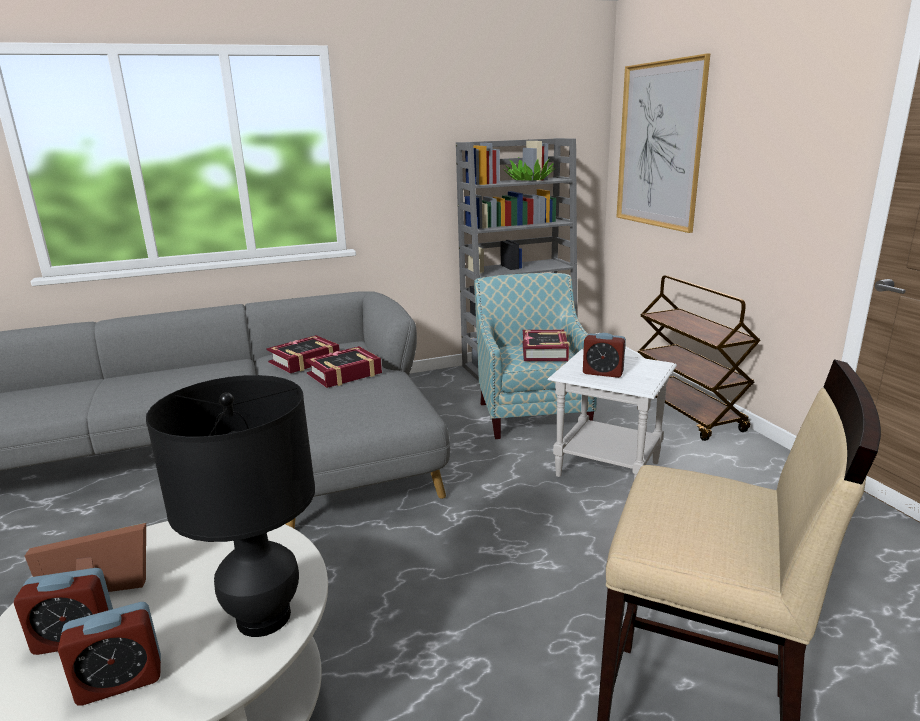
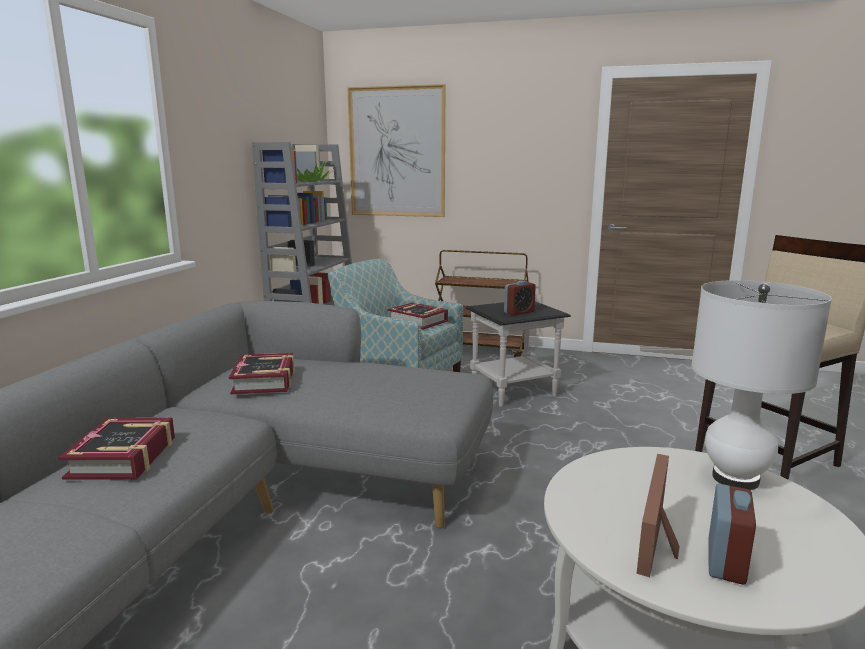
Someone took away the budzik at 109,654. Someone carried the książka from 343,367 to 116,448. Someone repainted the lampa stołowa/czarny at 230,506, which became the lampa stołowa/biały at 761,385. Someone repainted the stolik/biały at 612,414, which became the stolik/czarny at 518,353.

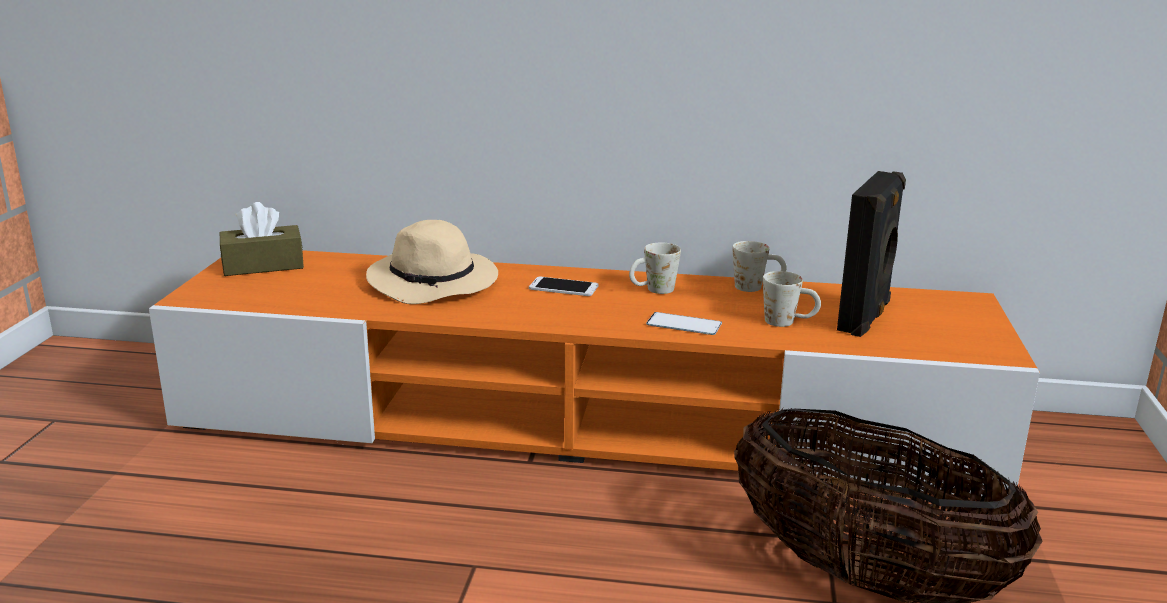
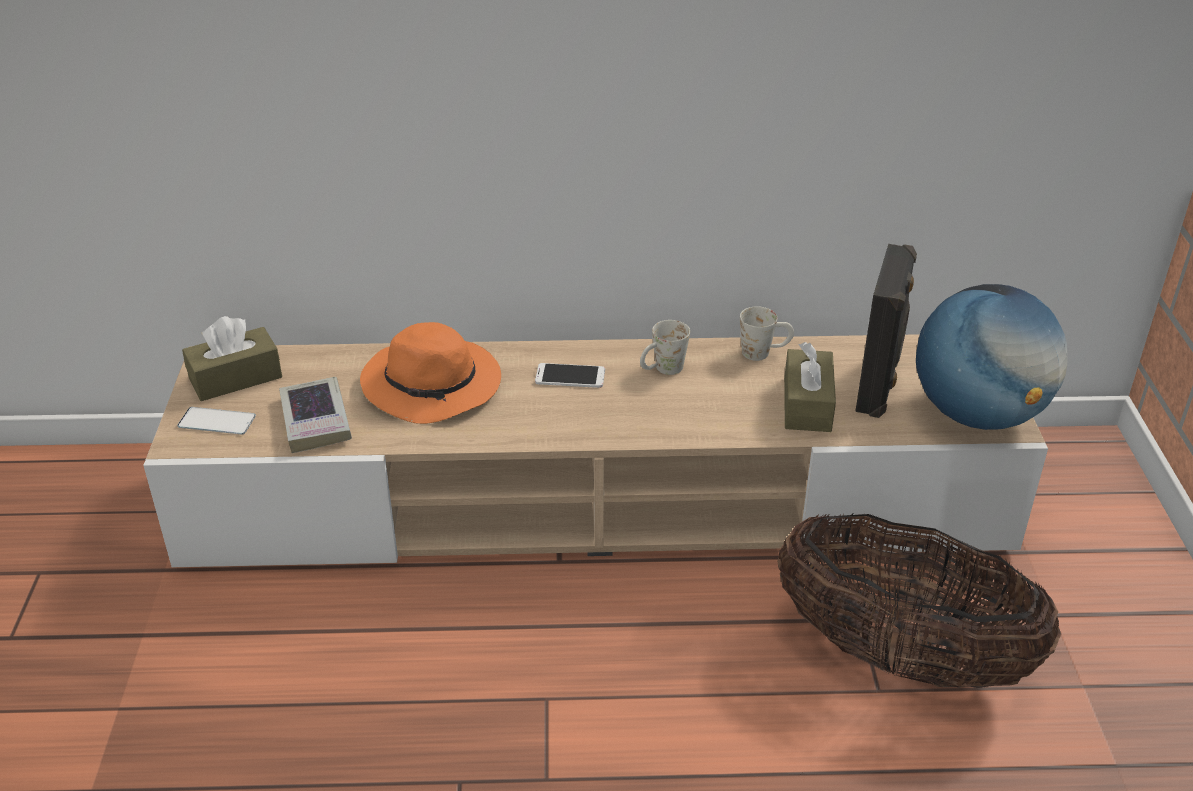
Someone put down the książka at 315,415. Someone put down the globus at 991,357. Someone carried the telefon from 684,323 to 216,421. Someone swapped the kubek/biały at 792,299 for the pudełko chusteczek/brązowy at 810,387. Someone repainted the szafka pod telewizor/pomarańczowy at 594,373, which became the szafka pod telewizor/beżowy at 595,450. Someone repainted the kapelusz/beżowy at 432,262, which became the kapelusz/pomarańczowy at 430,373.

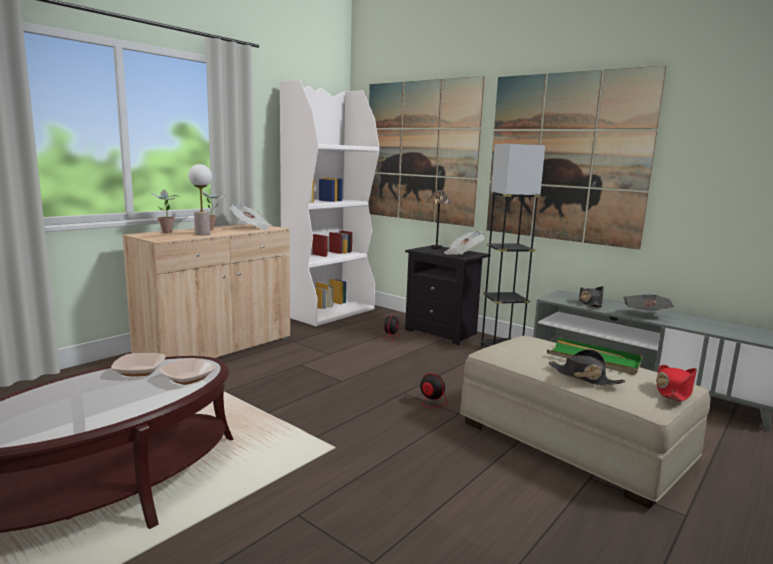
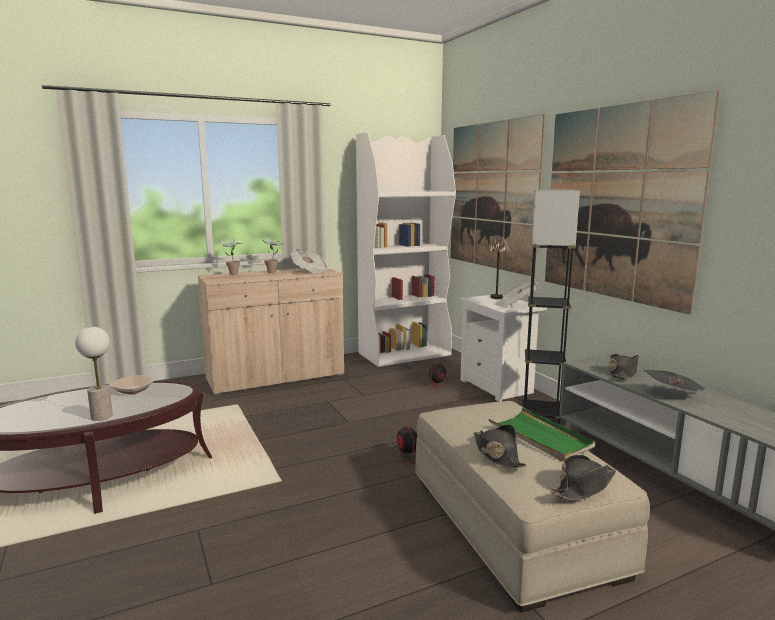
Someone took away the miska at 187,371. Someone carried the lampa stołowa from 200,199 to 94,374. Someone repainted the szafka nocna/czarny at 448,295, which became the szafka nocna/biały at 503,348. Someone repainted the kapelusz/czerwony at 676,383, which became the kapelusz/czarny at 583,477.

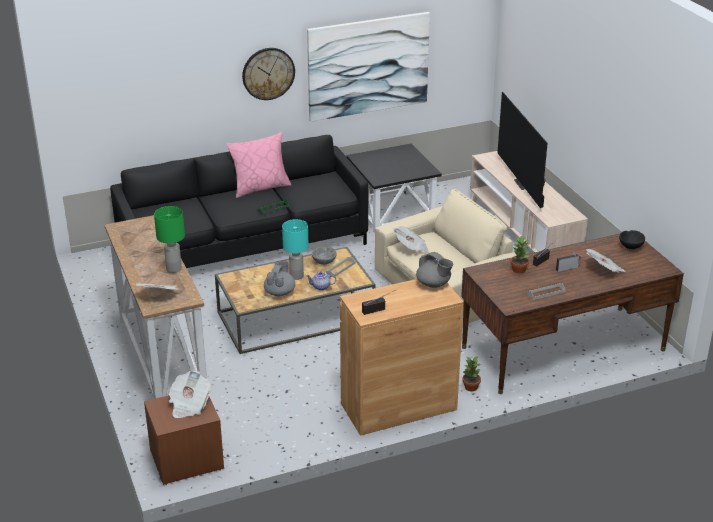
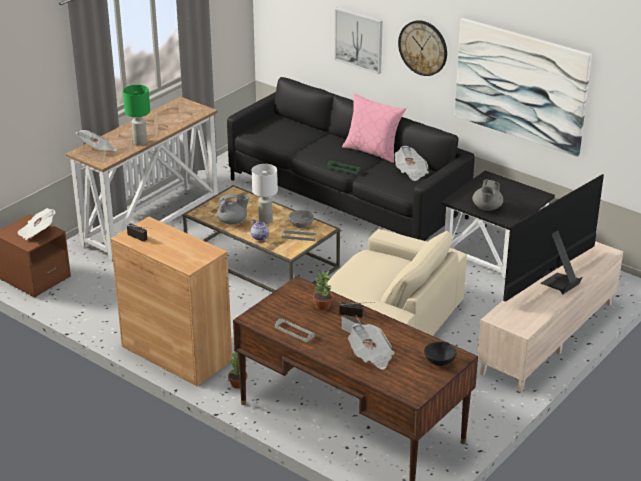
Someone put up the obraz at 359,40. Someone carried the gazeta from 411,240 to 411,163. Someone carried the imbryk/szary from 434,270 to 487,195. Someone repainted the lampa stołowa/turkusowy at 295,249, which became the lampa stołowa/biały at 265,194.

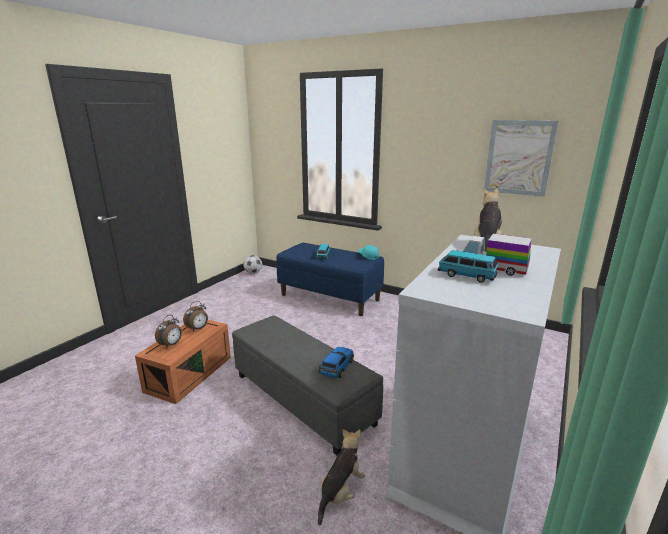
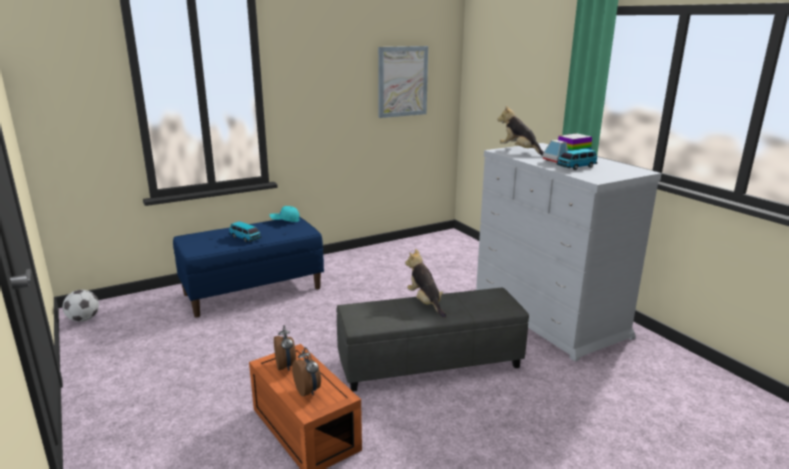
Someone took away the samochodzik at 336,362. Someone carried the pluszak from 341,477 to 425,283.

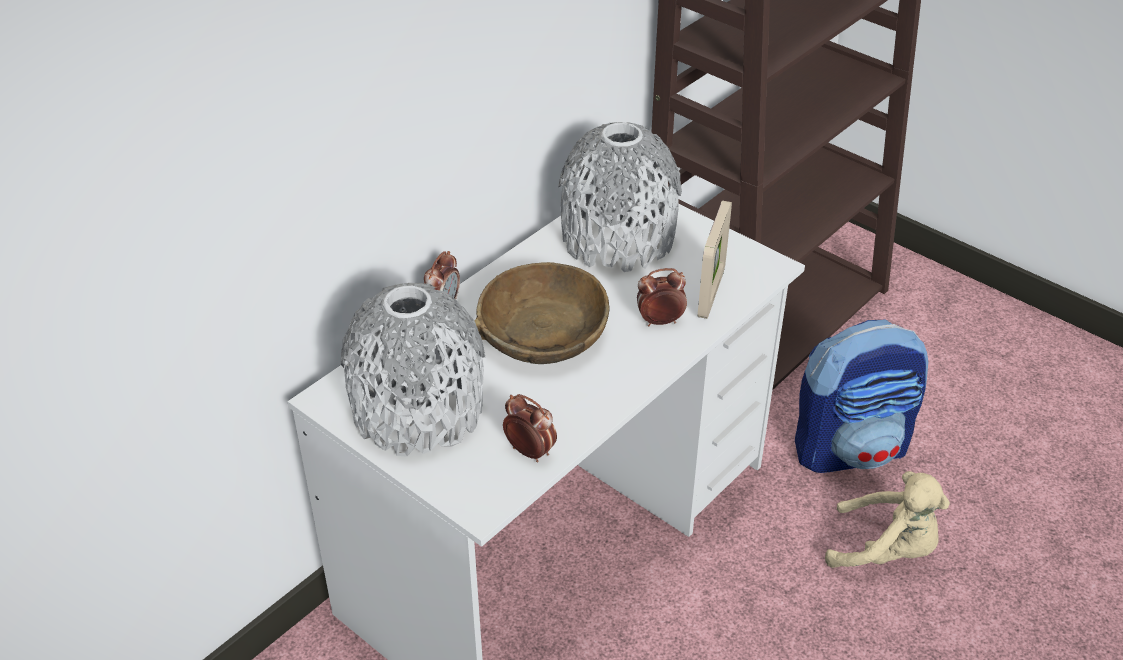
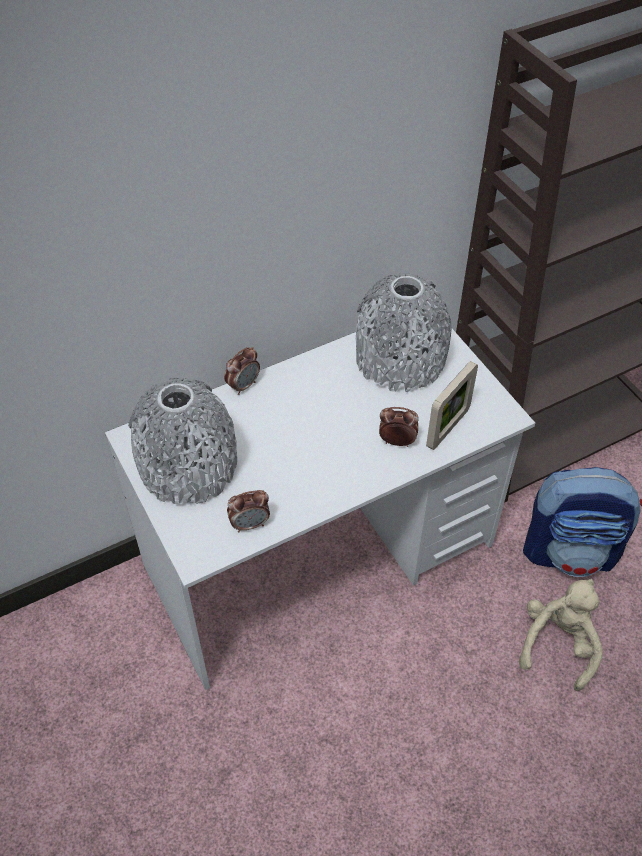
Someone took away the miska/brązowy at 542,313. Someone rotated the budzik at 530,428 by 105 degrees clockwise. Someone rotated the pluszak/beżowy at 887,519 by 105 degrees counterclockwise.

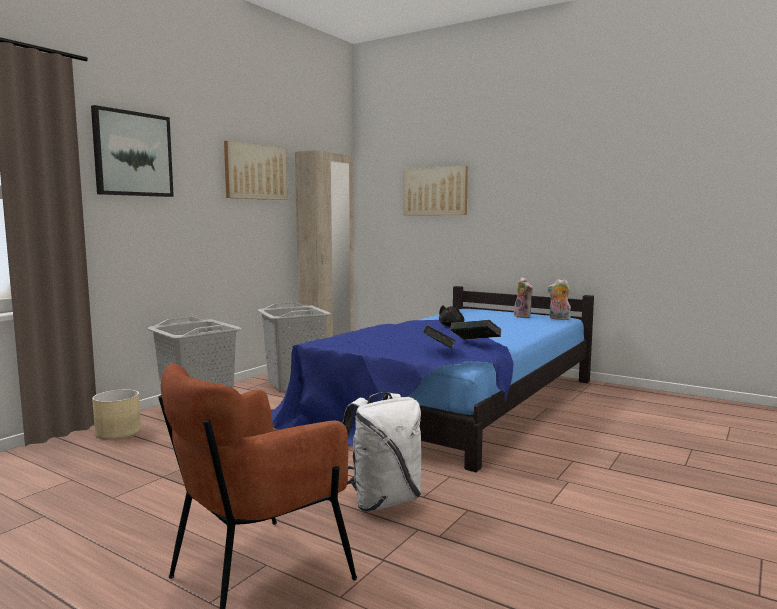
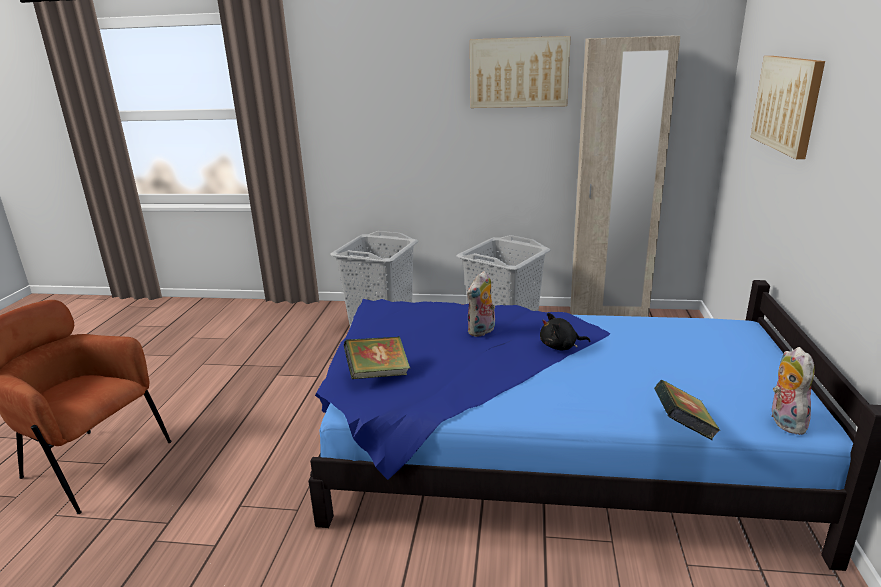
Someone took away the obraz at 132,151. Someone took away the donica/beżowy at 116,414. Someone took away the plecak/biały at 382,452. Someone carried the książka from 476,330 to 687,410. Someone carried the pluszak from 523,297 to 481,304.

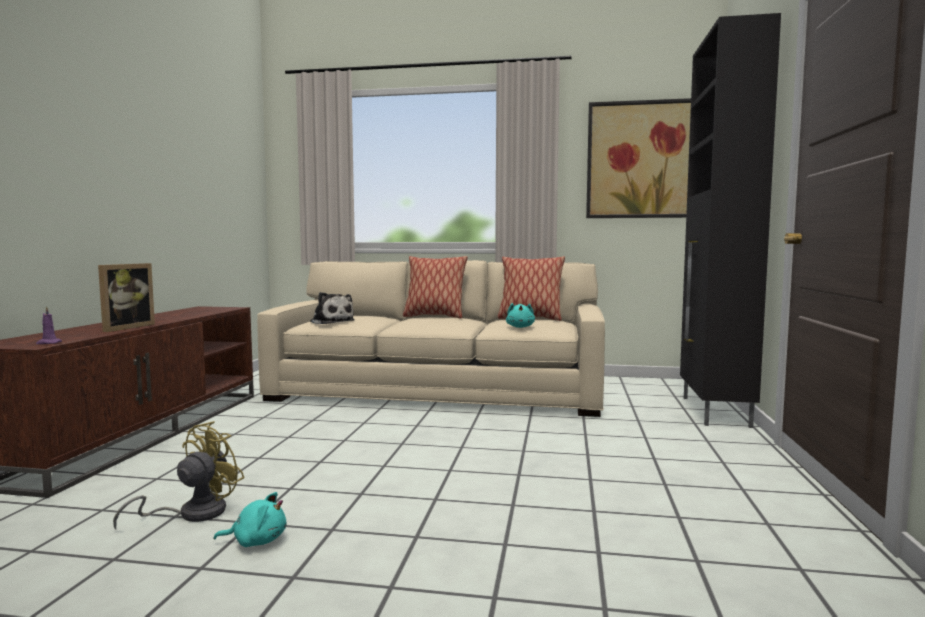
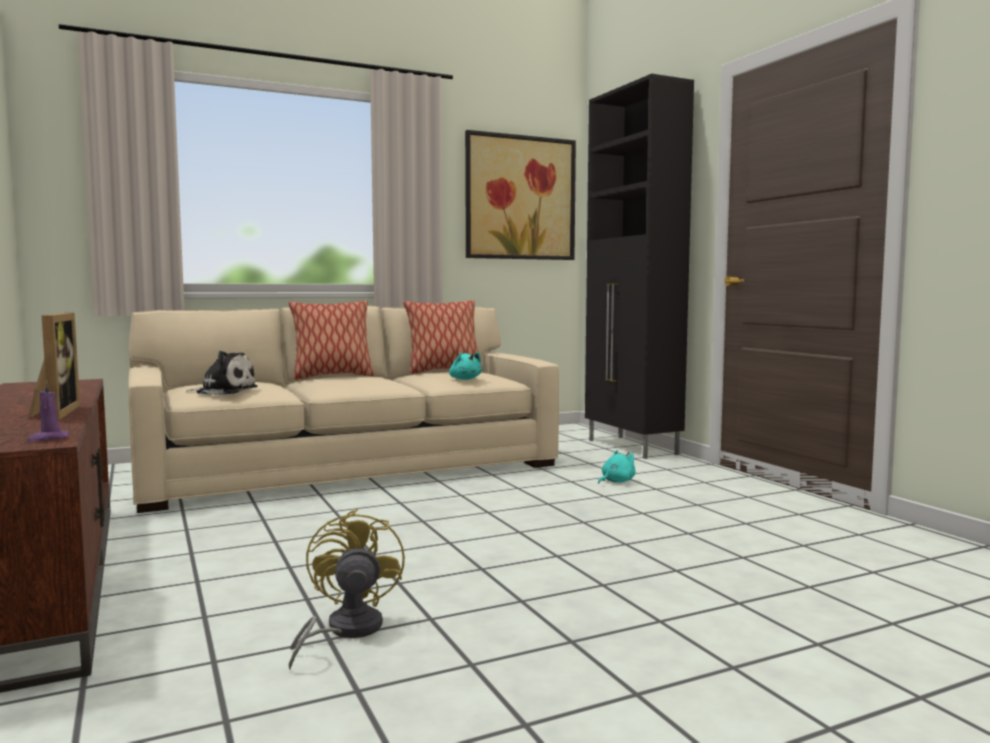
Someone carried the pluszak/turkusowy from 249,519 to 617,467.

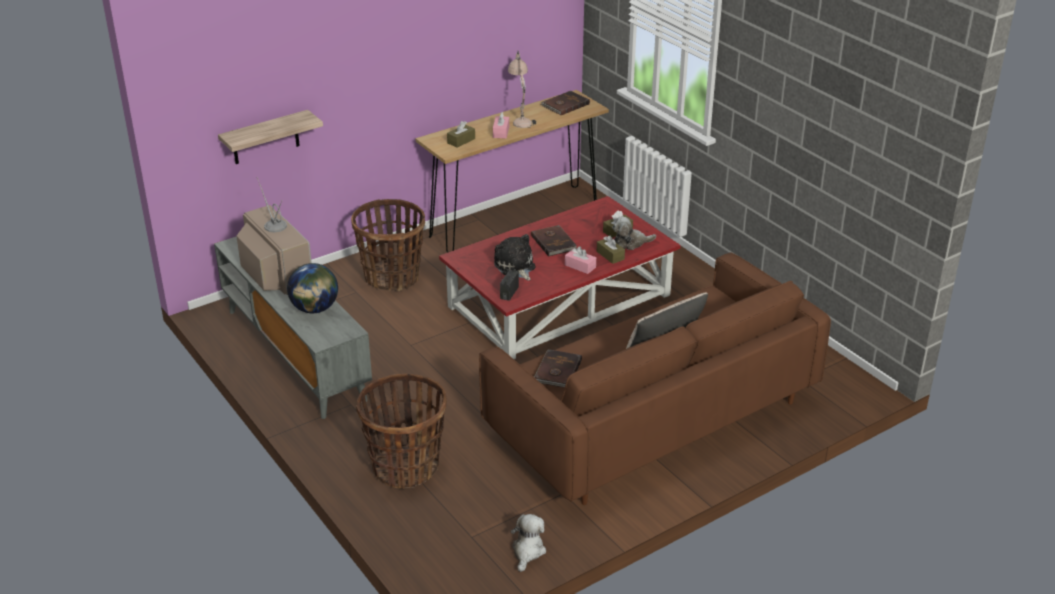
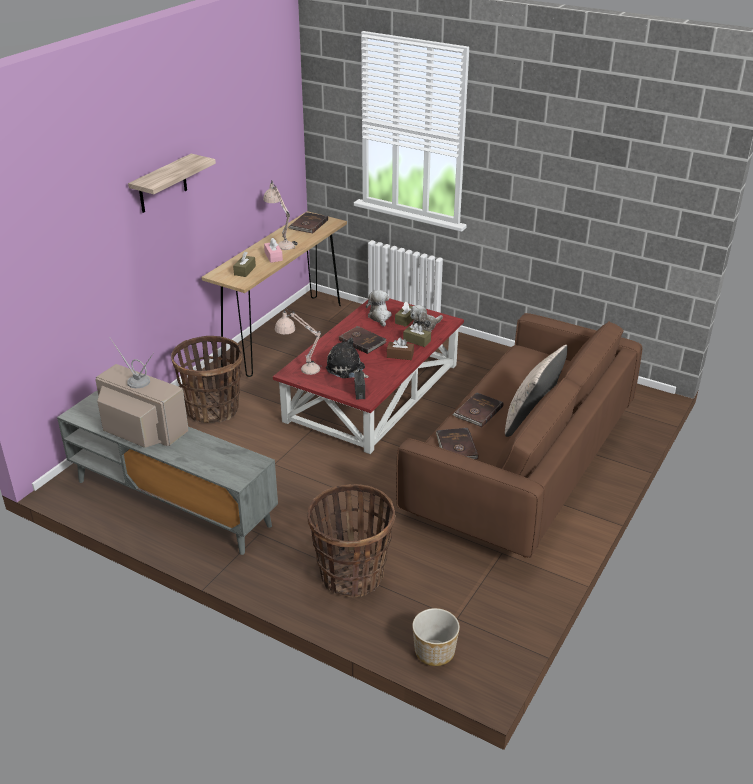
Someone took away the globus at 312,288. Someone put down the lampa stołowa/beżowy at 298,341. Someone put down the donica at 436,637. Someone put down the książka/brązowy at 478,409. Someone carried the półka from 270,137 to 172,183. Someone carried the pluszak from 528,543 to 379,308. Someone repainted the pudełko chusteczek/różowy at 580,260, which became the pudełko chusteczek/brązowy at 400,348.

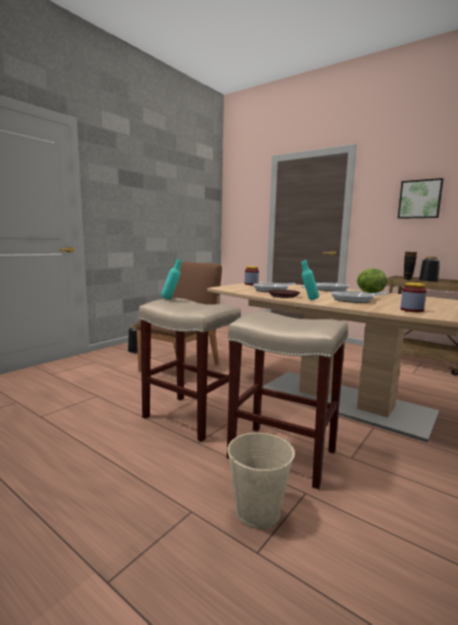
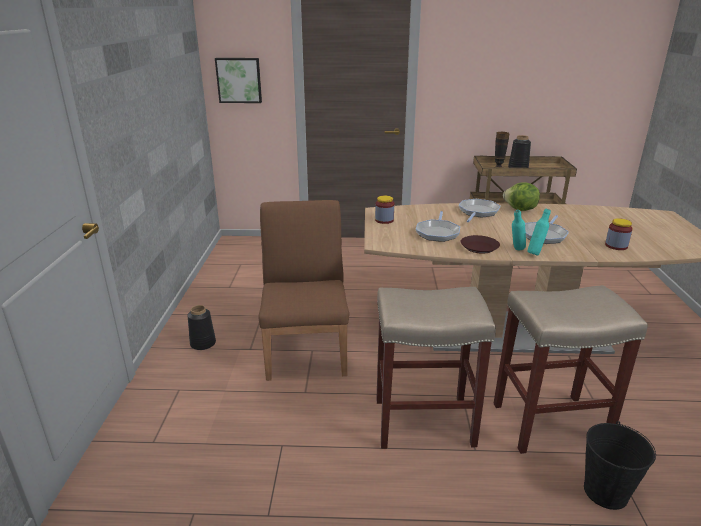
Someone carried the butelka/turkusowy from 171,279 to 539,232. Someone carried the obraz from 421,198 to 238,80. Someone repainted the wiadro/beżowy at 261,481, which became the wiadro/czarny at 620,465.

